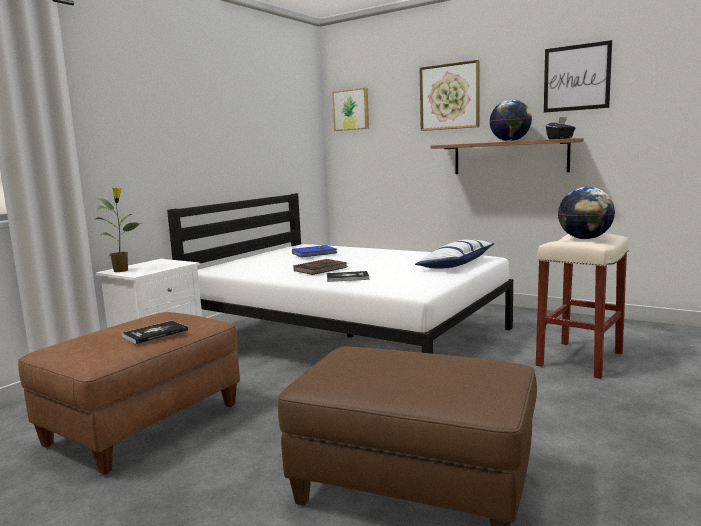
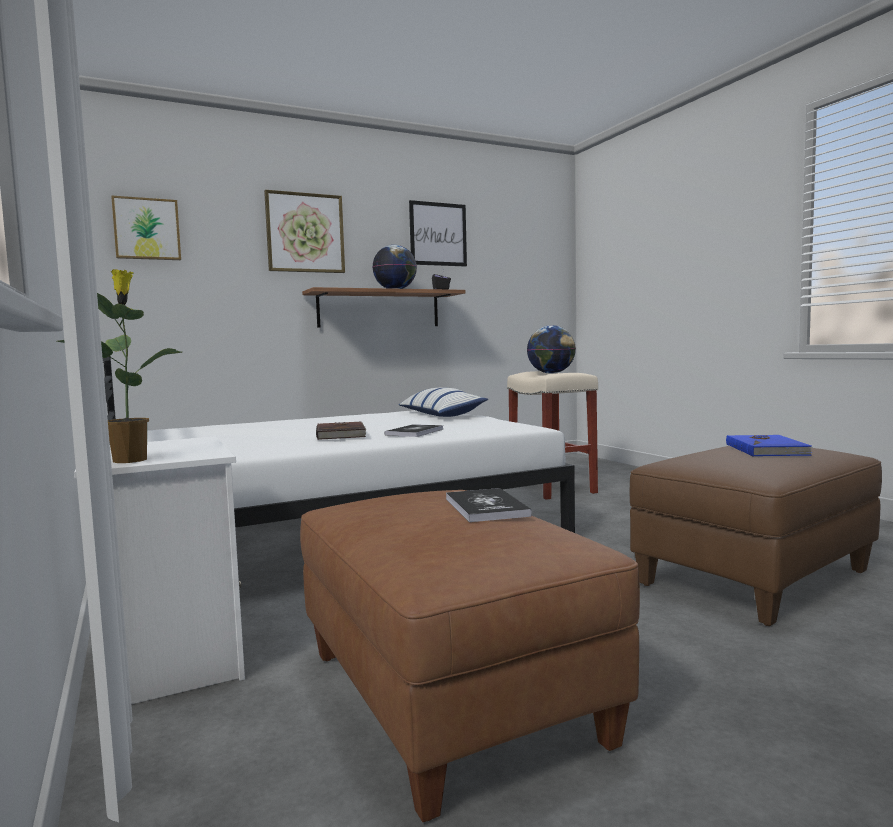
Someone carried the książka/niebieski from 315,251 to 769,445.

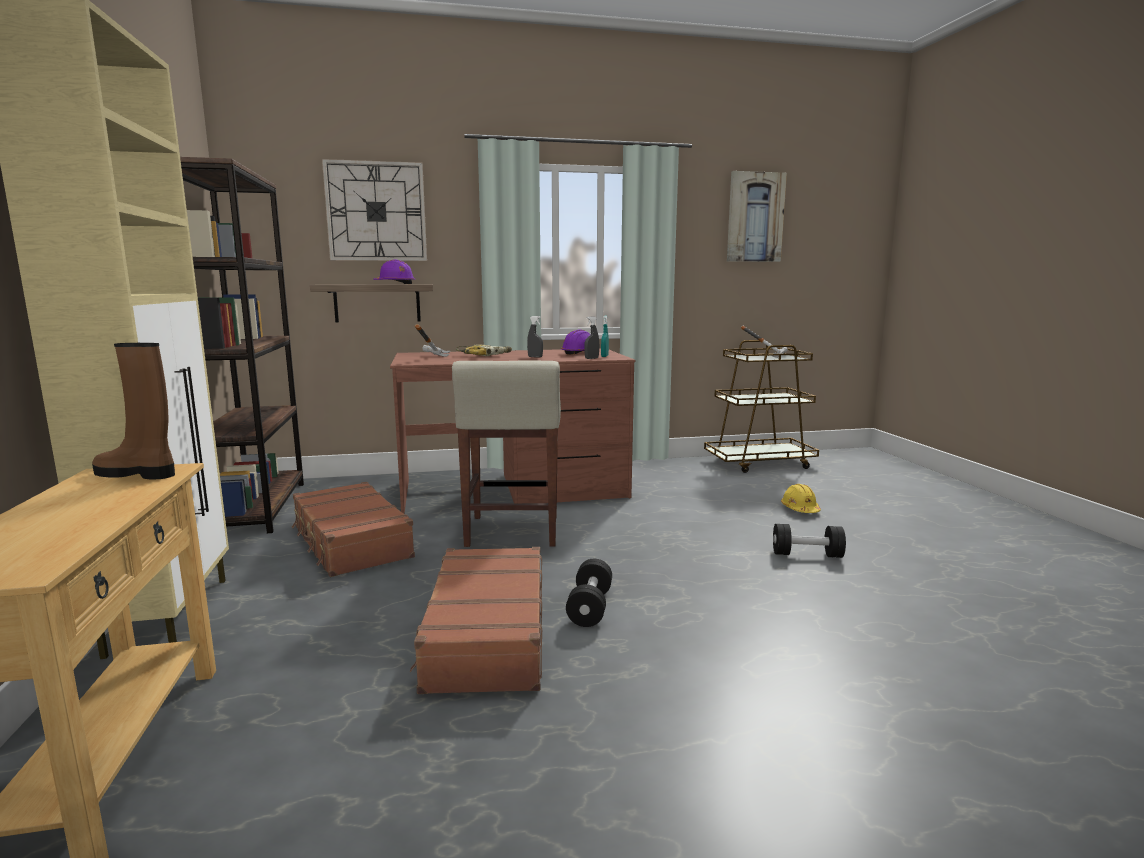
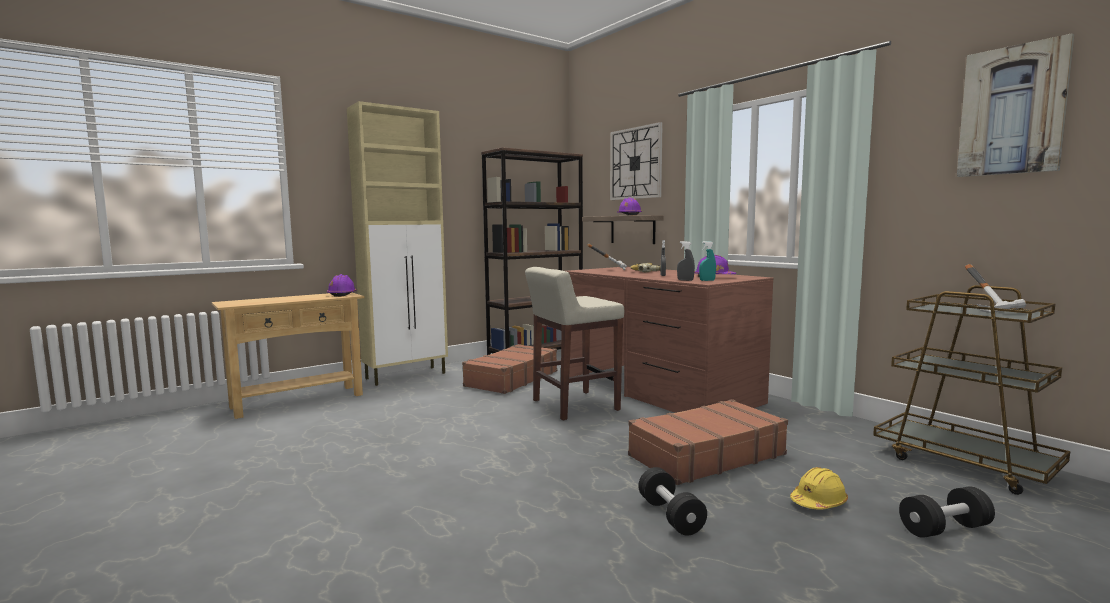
Someone carried the walizka/brązowy from 476,620 to 708,442. Someone carried the hantel/czarny from 589,593 to 947,512. Someone swapped the but z cholewką/brązowy at 133,411 for the kask/fioletowy at 342,285.

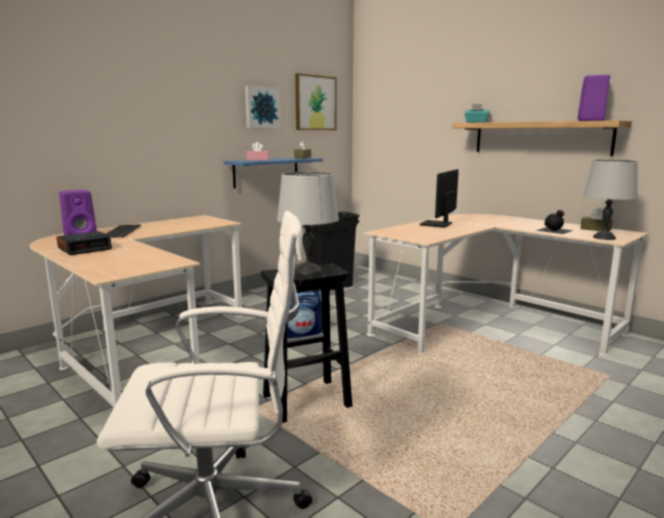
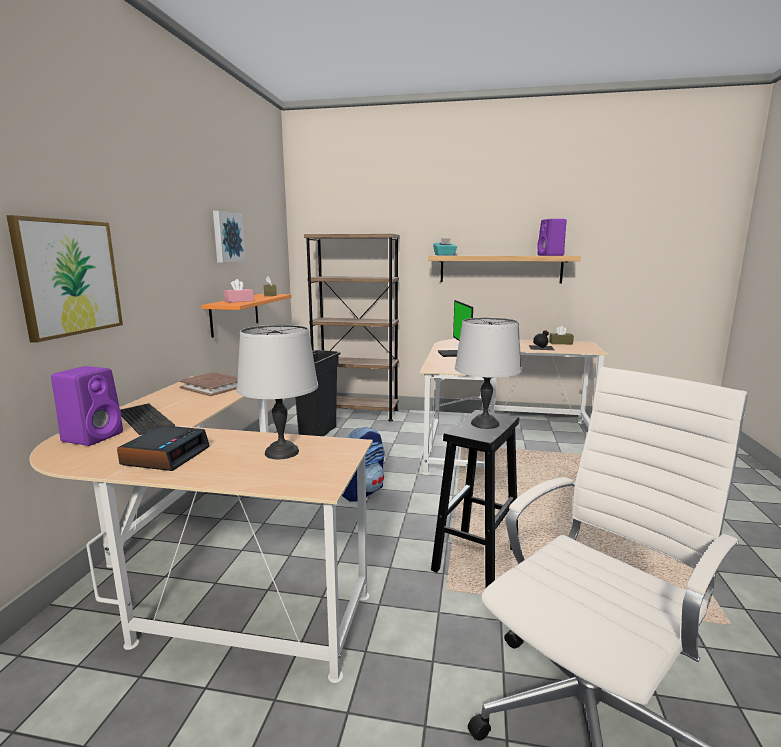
Someone put down the książka/brązowy at 208,384. Someone put down the regał/brązowy at 352,327. Someone carried the obraz from 316,101 to 64,279. Someone carried the lampa stołowa/szary from 610,200 to 277,392. Someone repainted the półka/niebieski at 273,173, which became the półka/pomarańczowy at 246,316.

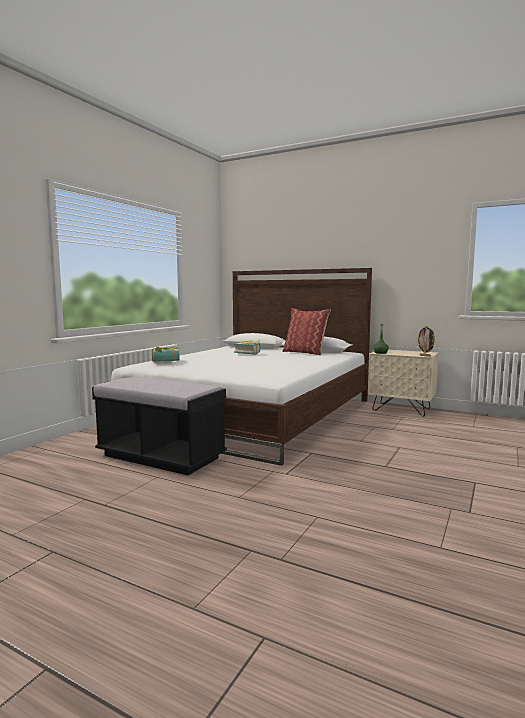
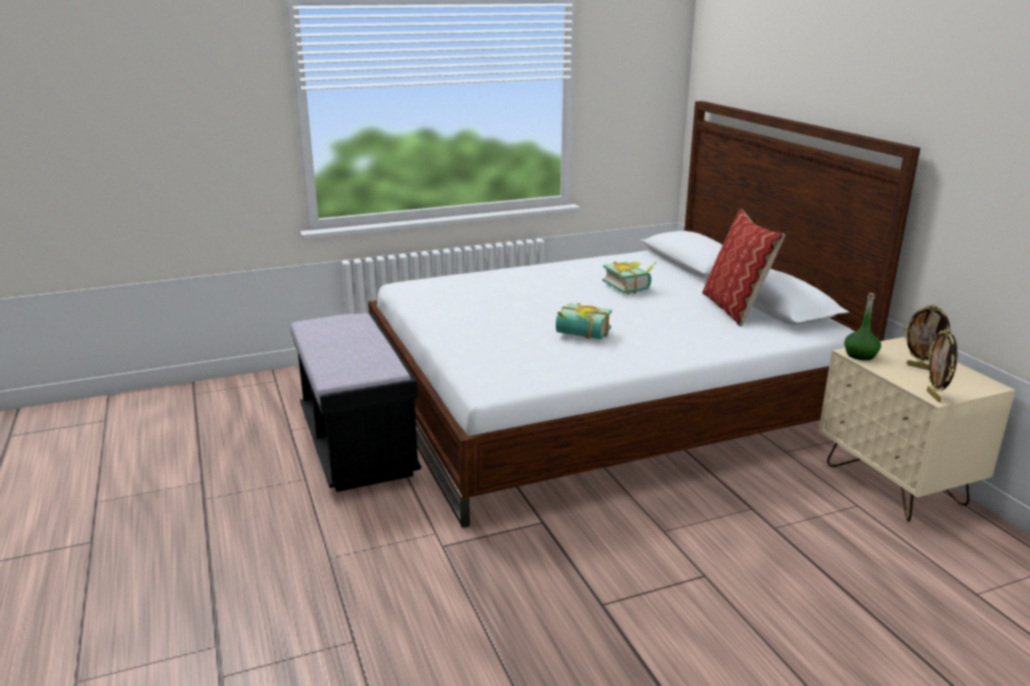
Someone put down the ramka na zdjęcie at 927,337. Someone carried the książka from 166,354 to 584,321.

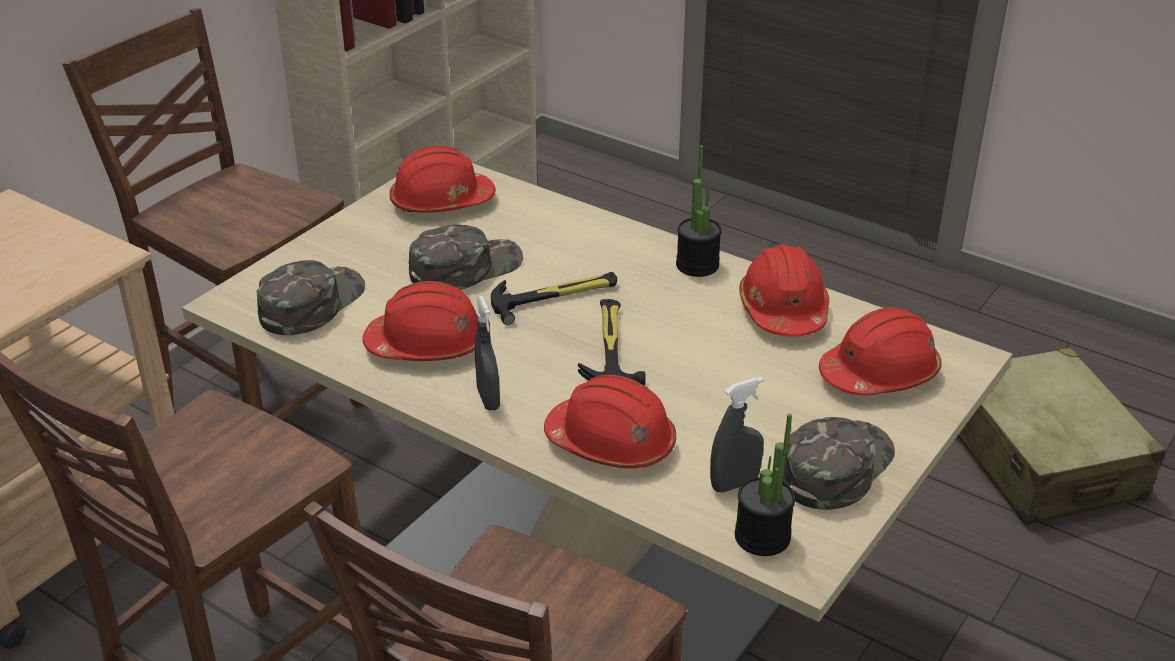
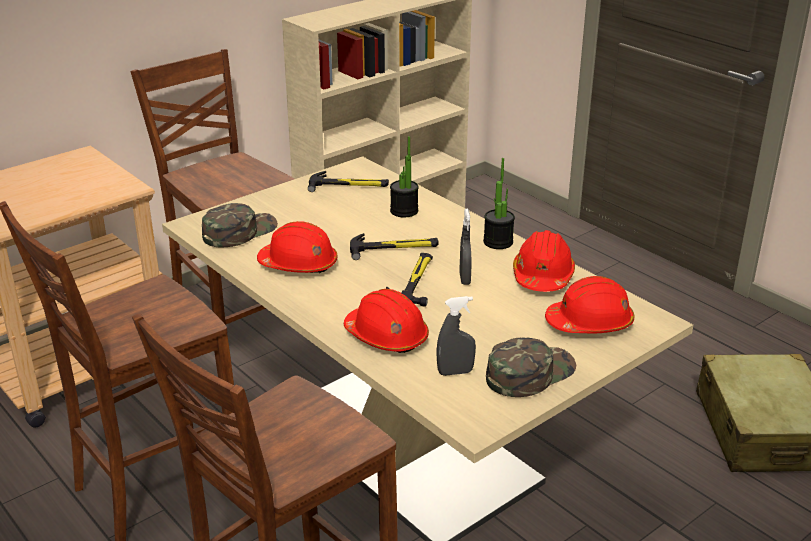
Someone took away the czapka z daszkiem/zielony at 466,257. Someone carried the spryskiwacz/szary from 487,353 to 465,247. Someone carried the roślina doniczkowa from 765,485 to 404,177. Someone swapped the kask/czerwony at 442,179 for the młotek at 348,181.

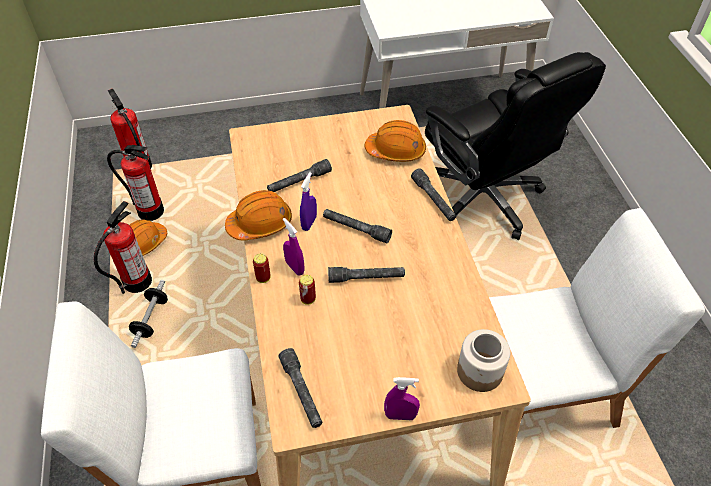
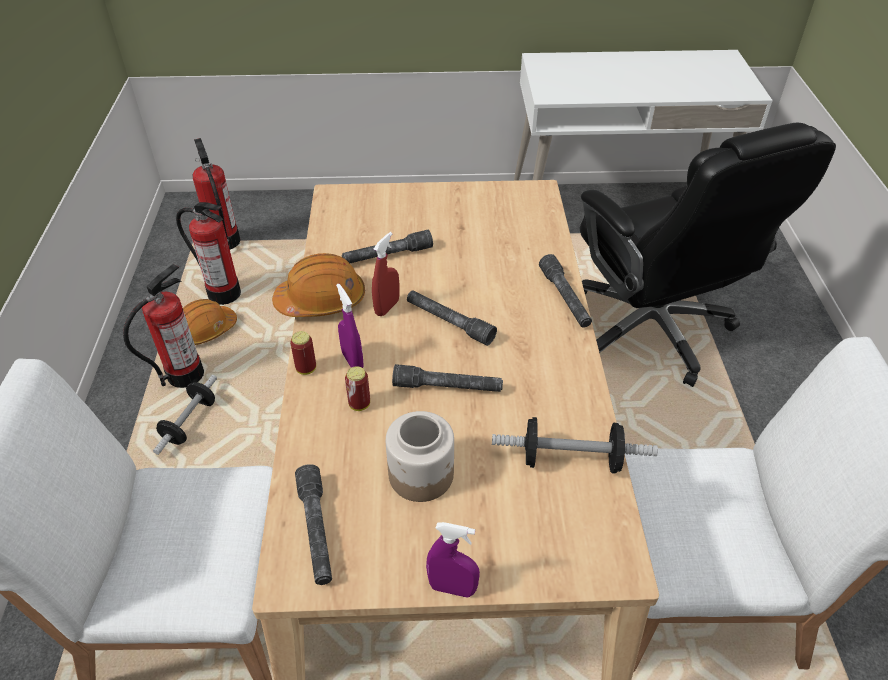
Someone took away the kask/pomarańczowy at 395,141. Someone put down the hantel at 575,445. Someone carried the słoik from 483,360 to 420,456. Someone repainted the spryskiwacz/fioletowy at 308,201, which became the spryskiwacz/czerwony at 386,274.

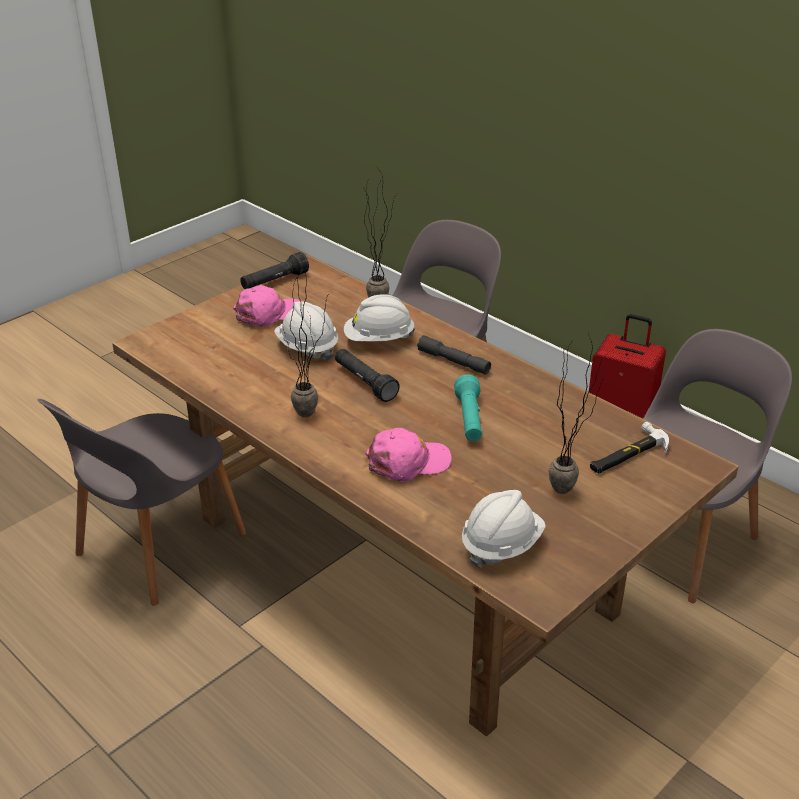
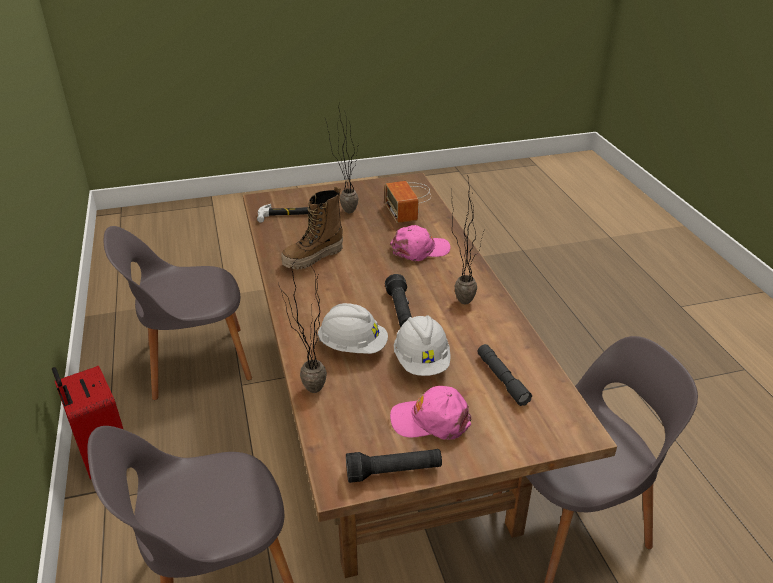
Someone took away the latarka/turkusowy at 468,407. Someone put down the but z cholewką at 312,228. Someone carried the latarka/szary from 454,355 to 504,375. Someone swapped the kask/biały at 504,529 for the radio at 408,202. Someone rotated the czapka z daszkiem/różowy at 409,455 by 150 degrees clockwise.

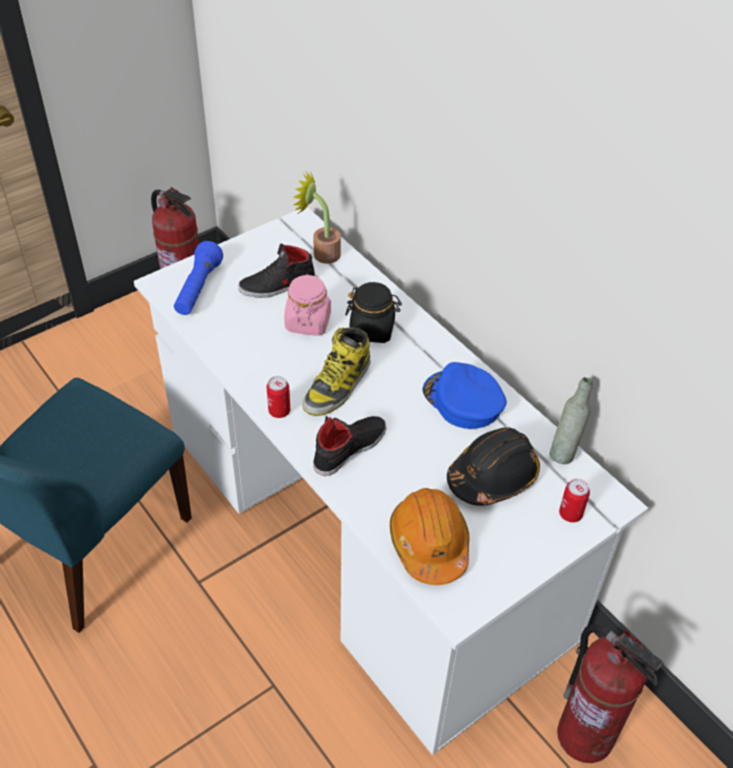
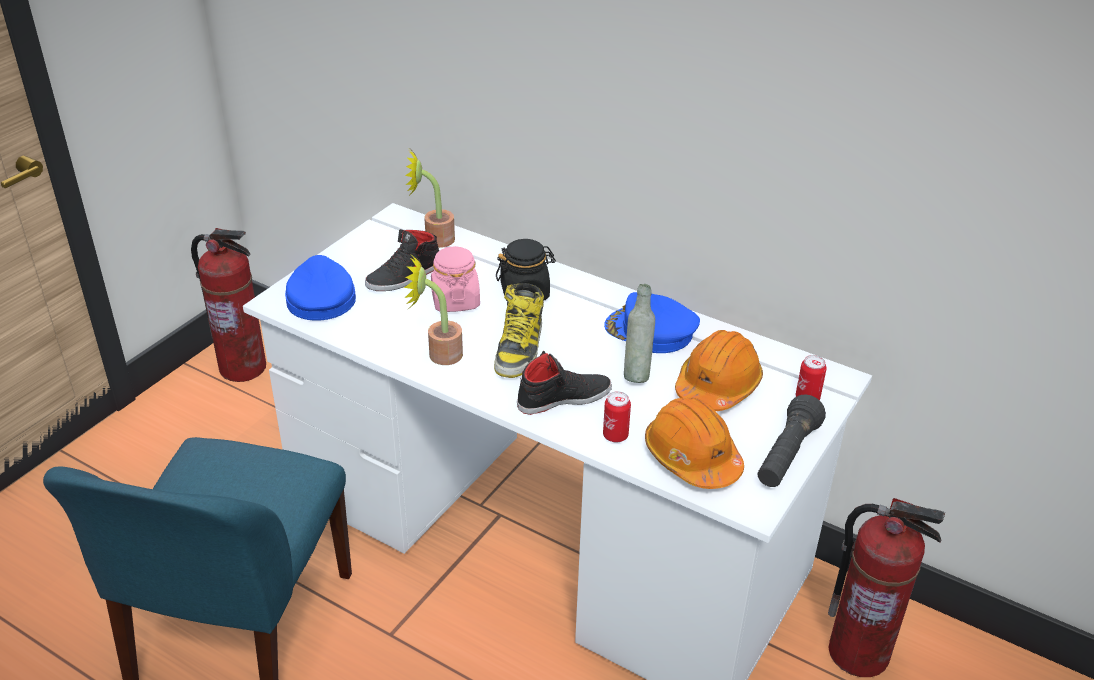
Someone put down the roślina doniczkowa at 433,310. Someone put down the latarka/czarny at 792,440. Someone carried the puszka from 278,397 to 617,416. Someone carried the butelka/szary from 571,420 to 639,333. Someone swapped the latarka/niebieski at 198,278 for the czapka z daszkiem/niebieski at 320,288. Someone repainted the kask/czarny at 493,466, which became the kask/pomarańczowy at 719,370. Someone rotated the but/czarny at 349,446 by 45 degrees clockwise.

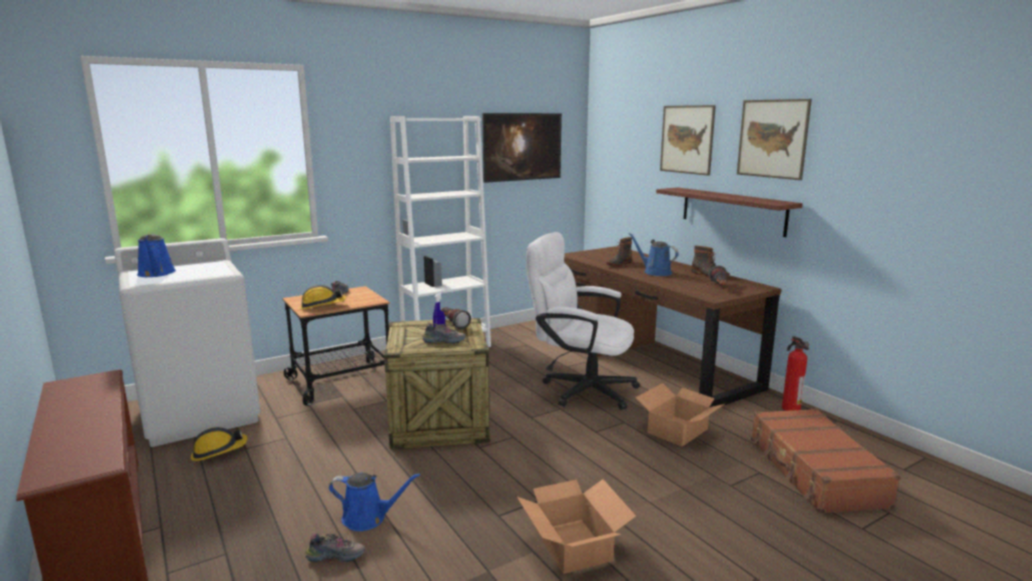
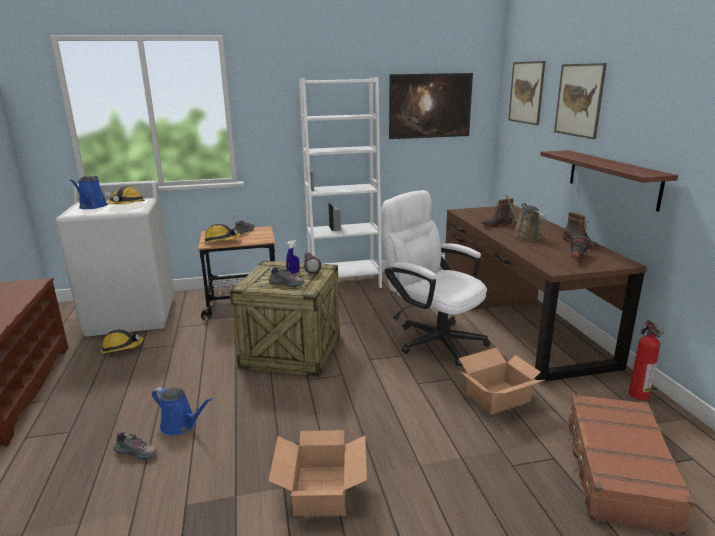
Someone put down the kask at 126,195. Someone carried the obraz from 774,139 to 526,93. Someone repainted the konewka/niebieski at 653,254, which became the konewka/brązowy at 525,217.

